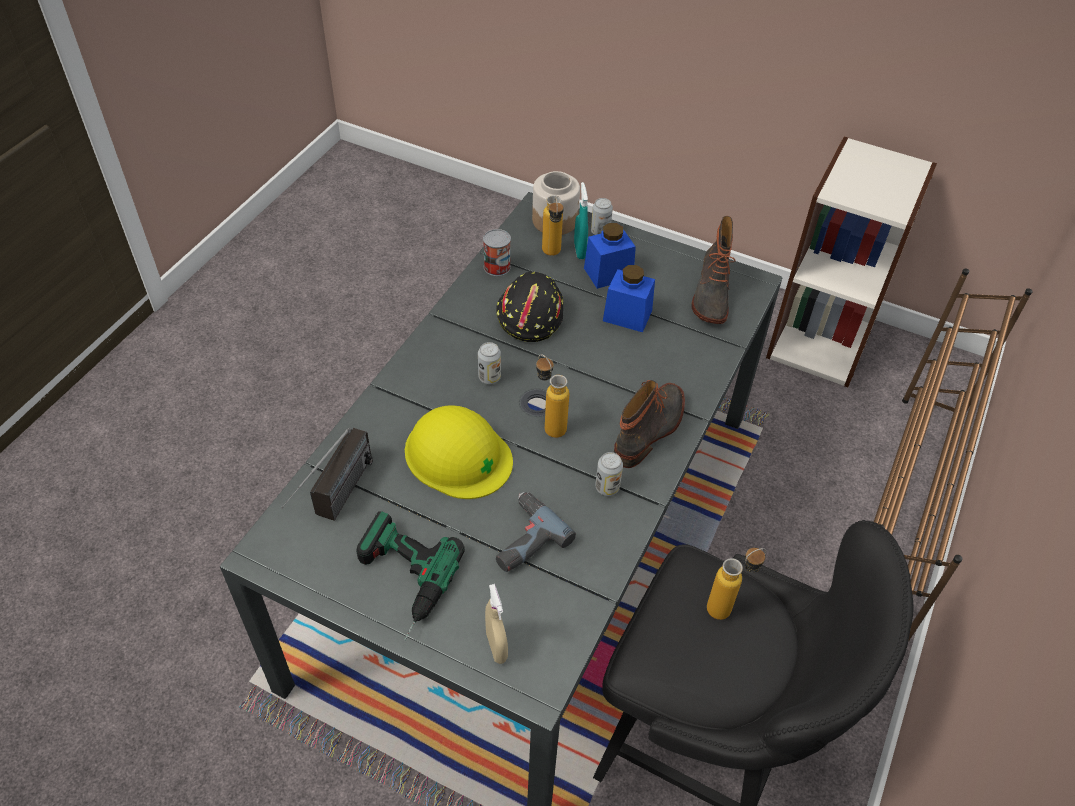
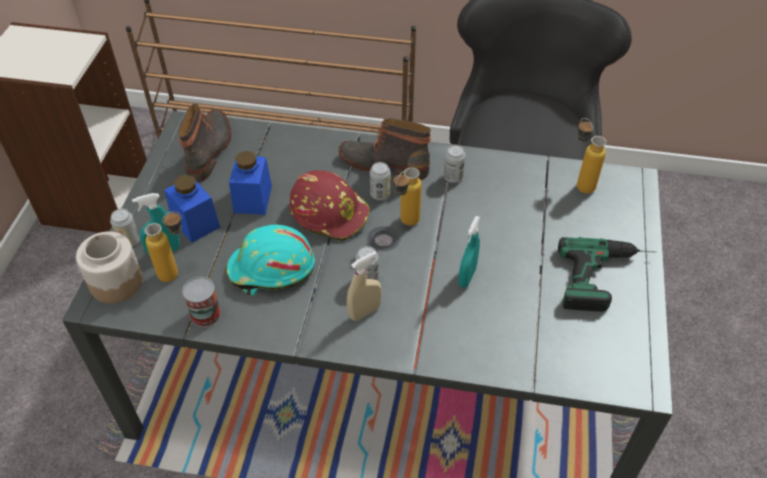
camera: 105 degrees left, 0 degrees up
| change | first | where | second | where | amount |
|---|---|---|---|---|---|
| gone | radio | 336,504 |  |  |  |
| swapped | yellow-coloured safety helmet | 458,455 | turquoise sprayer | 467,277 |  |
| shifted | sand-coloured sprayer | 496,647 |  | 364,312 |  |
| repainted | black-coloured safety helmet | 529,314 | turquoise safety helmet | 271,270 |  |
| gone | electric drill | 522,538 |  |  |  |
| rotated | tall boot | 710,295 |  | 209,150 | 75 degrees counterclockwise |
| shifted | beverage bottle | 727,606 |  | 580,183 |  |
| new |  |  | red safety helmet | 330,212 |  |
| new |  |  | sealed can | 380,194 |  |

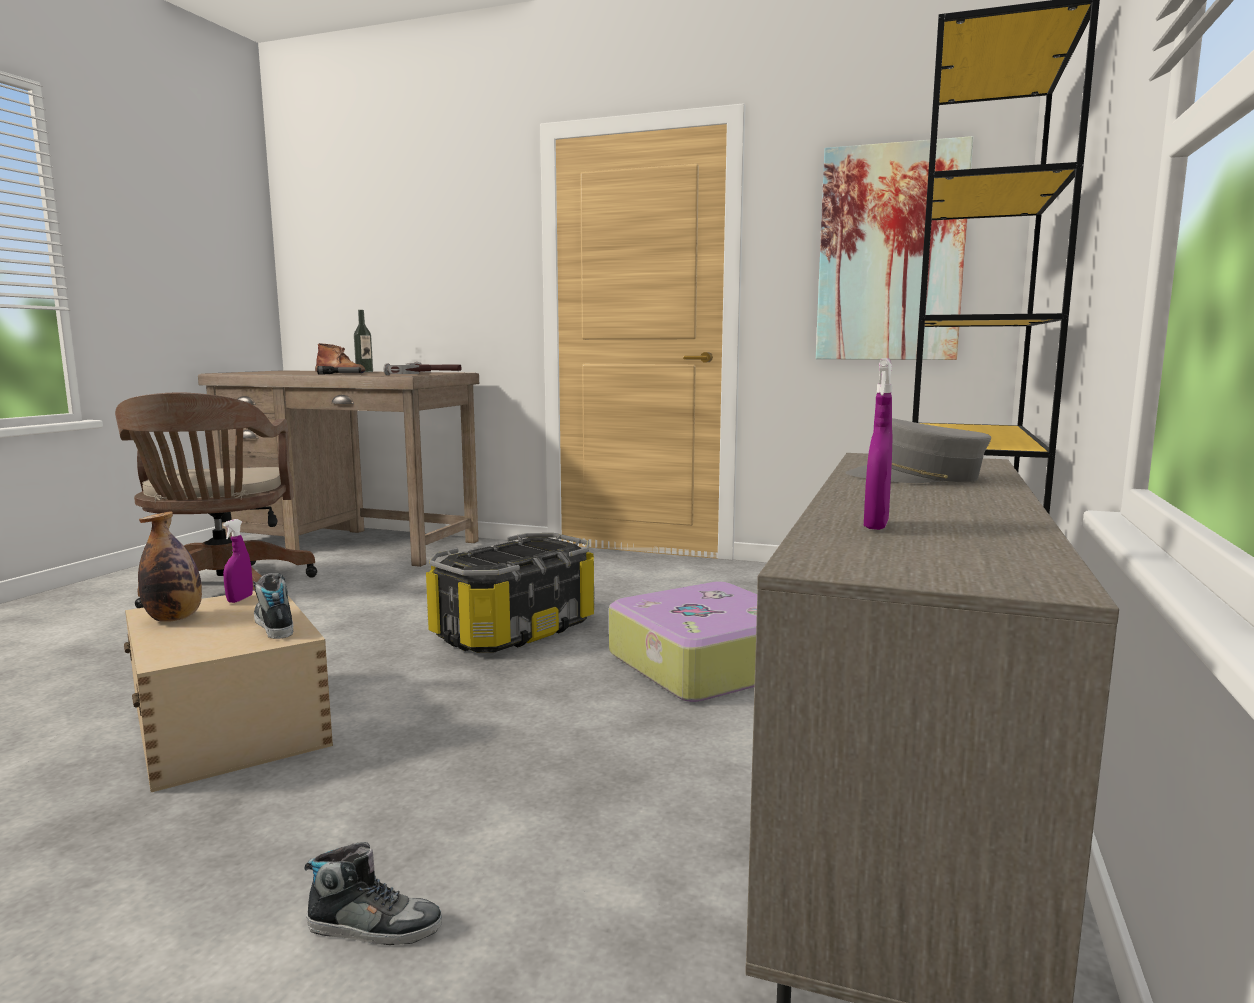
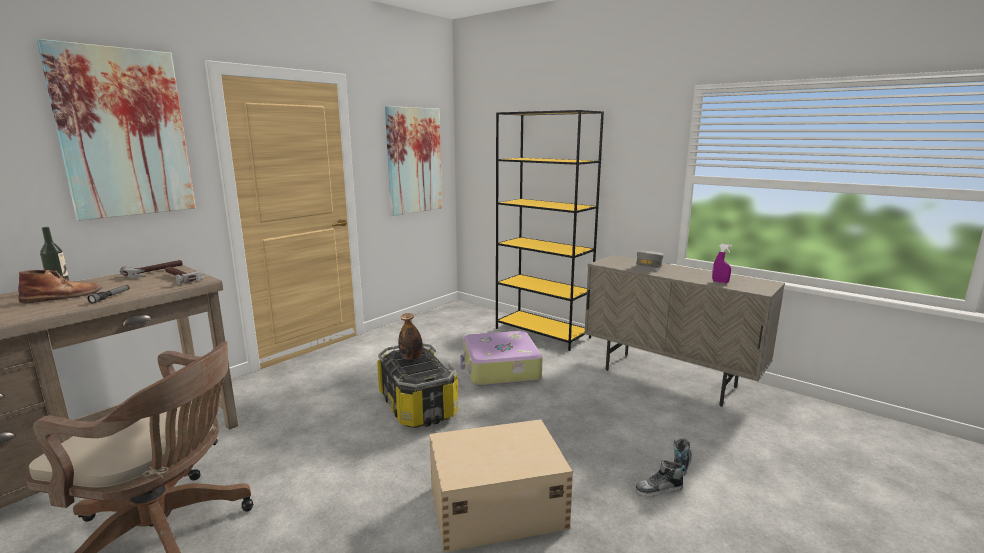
camera: 70 degrees left, 5 degrees up
| change | first | where | second | where | amount |
|---|---|---|---|---|---|
| shifted | beverage bottle | 174,618 |  | 411,357 |  |
| gone | purplish sprayer | 240,599 |  |  |  |
| shifted | item of footwear | 274,625 |  | 659,489 |  |
| new |  |  | wall art | 124,133 |  |

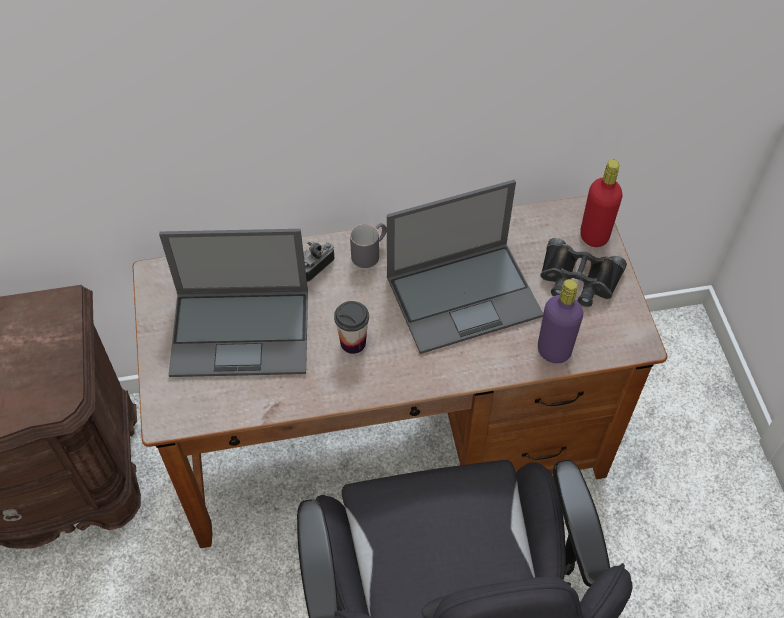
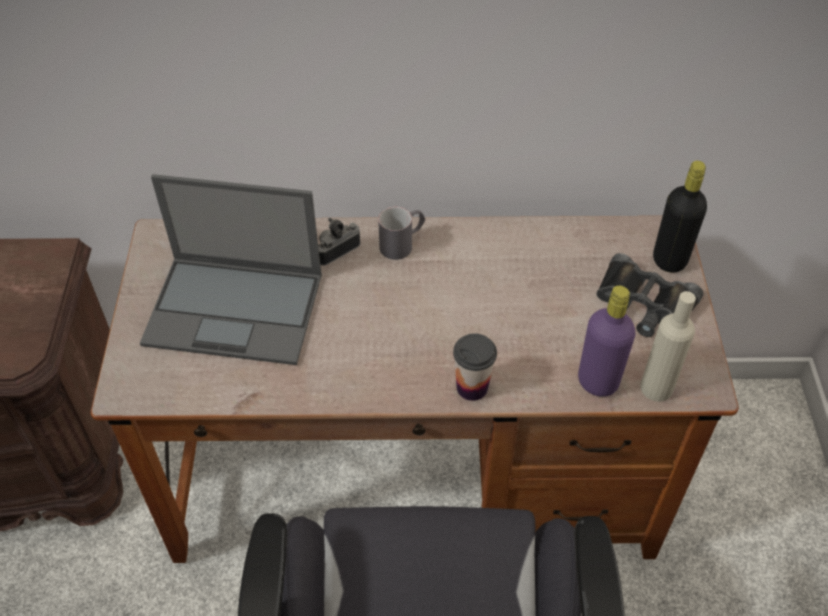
camera: 10 degrees right, 5 degrees down
| change | first | where | second | where | amount |
|---|---|---|---|---|---|
| shifted | small cup | 353,343 |  | 472,387 |  |
| gone | notebook computer | 465,295 |  |  |  |
| repainted | red beverage bottle | 594,236 | black-coloured beverage bottle | 669,260 |  |
| new |  |  | sand-coloured beverage bottle | 656,388 |  |

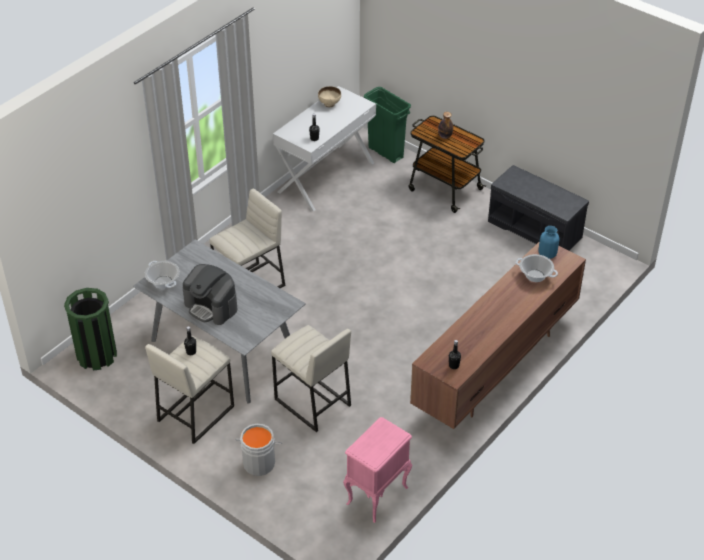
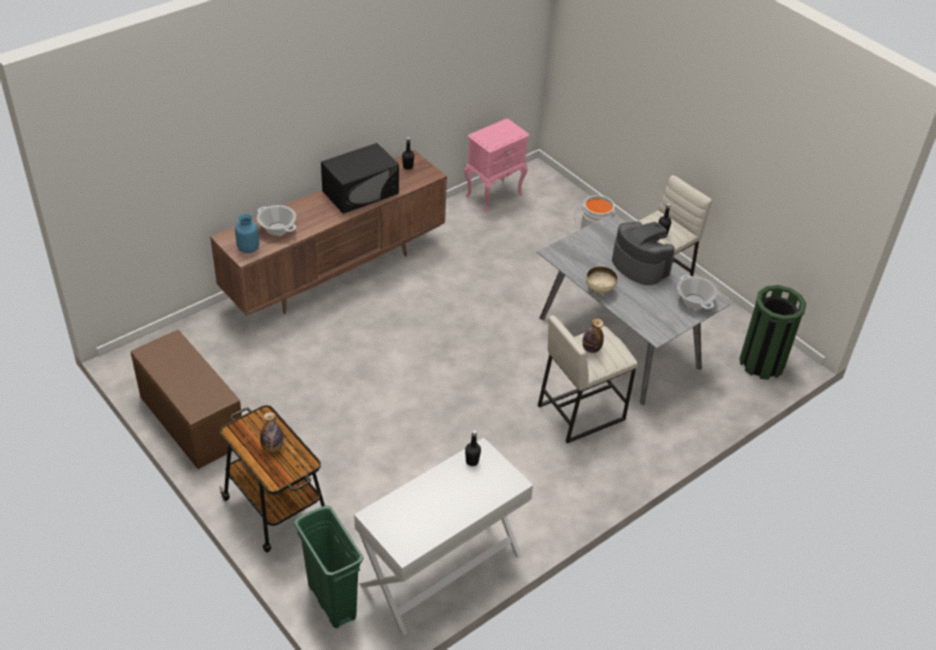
camera: 170 degrees left, 0 degrees up
| change | first | where | second | where | amount |
|---|---|---|---|---|---|
| gone | sand-coloured stool seat | 312,402 |  |  |  |
| shifted | sand-coloured deep dish | 329,104 |  | 599,290 |  |
| repainted | greyish indoor bench | 536,229 | brown-coloured indoor bench | 190,420 |  |
| new |  |  | black-coloured kitchen microwave | 360,192 |  |
| new |  |  | beverage bottle | 591,349 |  |

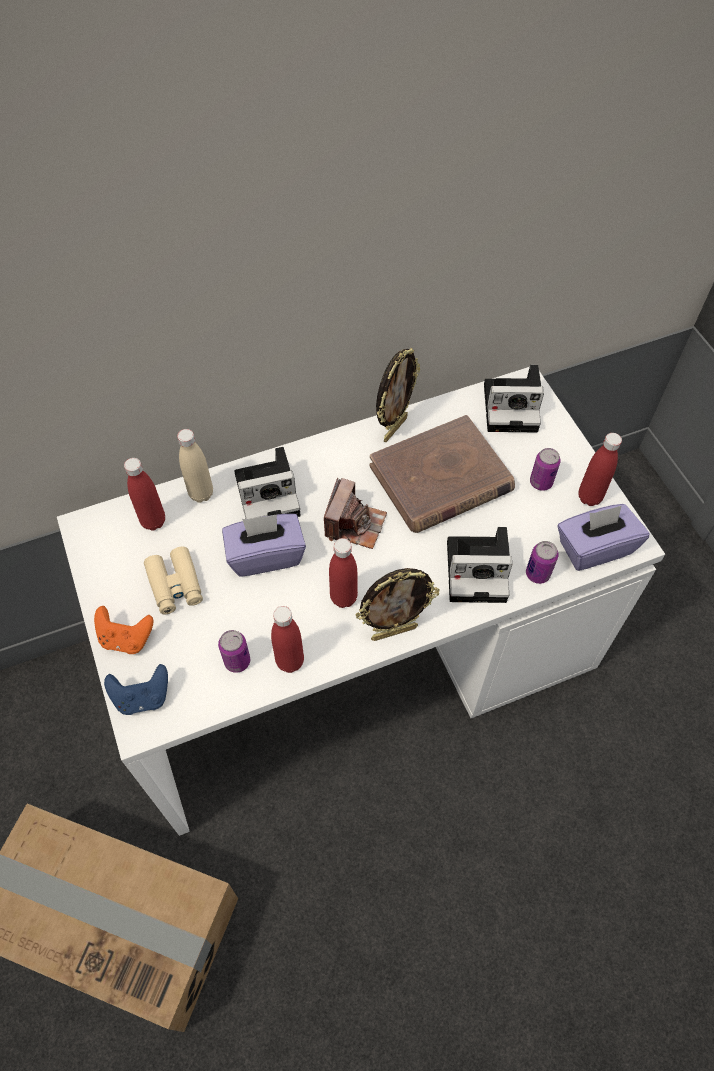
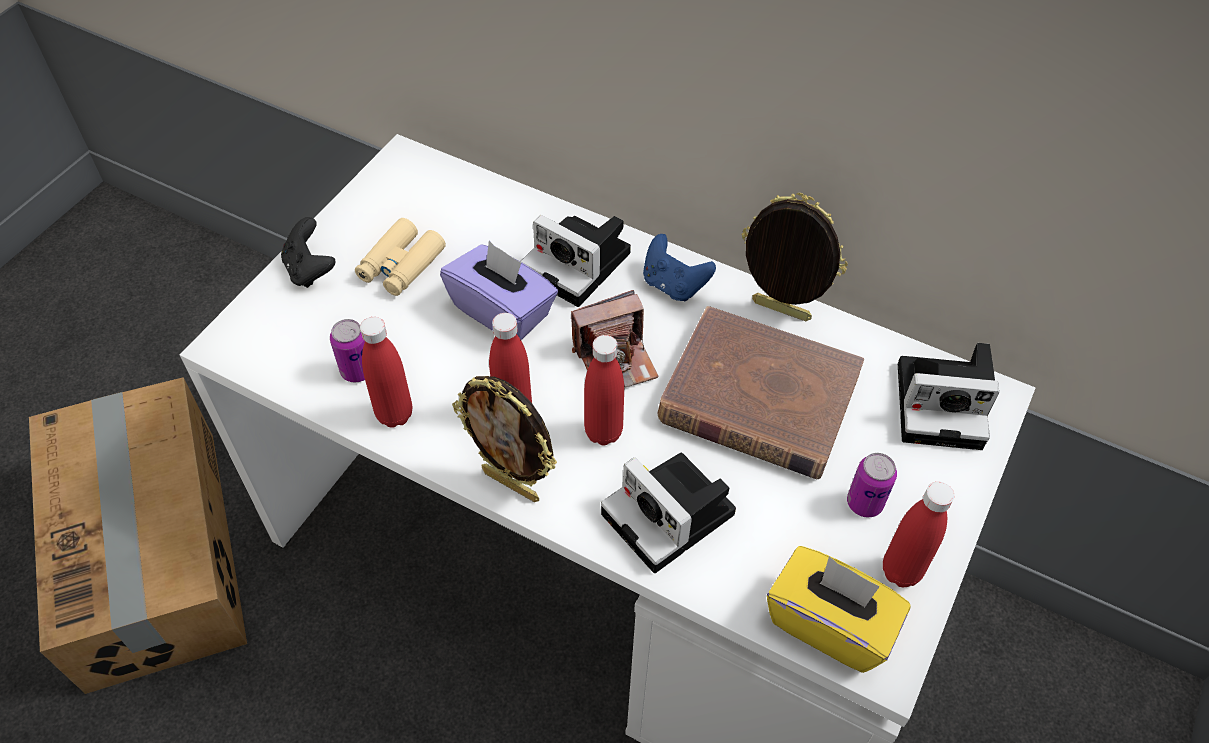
camera: 50 degrees right, 5 degrees down
| change | first | where | second | where | amount |
|---|---|---|---|---|---|
| repainted | orangey game controller | 126,638 | black-coloured game controller | 310,270 |  |
| shifted | blue game controller | 142,697 |  | 673,285 |  |
| shifted | red beverage bottle | 153,521 |  | 603,432 |  |
| gone | sand-coloured beverage bottle | 201,494 |  |  |  |
| rotated | photo frame | 394,428 |  | 779,312 | 150 degrees counterclockwise |
| rotated | still camera | 513,407 |  | 943,404 | 45 degrees counterclockwise |
| gone | sealed can | 537,574 |  |  |  |
| repainted | purplish tissue holder | 594,547 | yellow-coloured tissue holder | 830,624 |  |

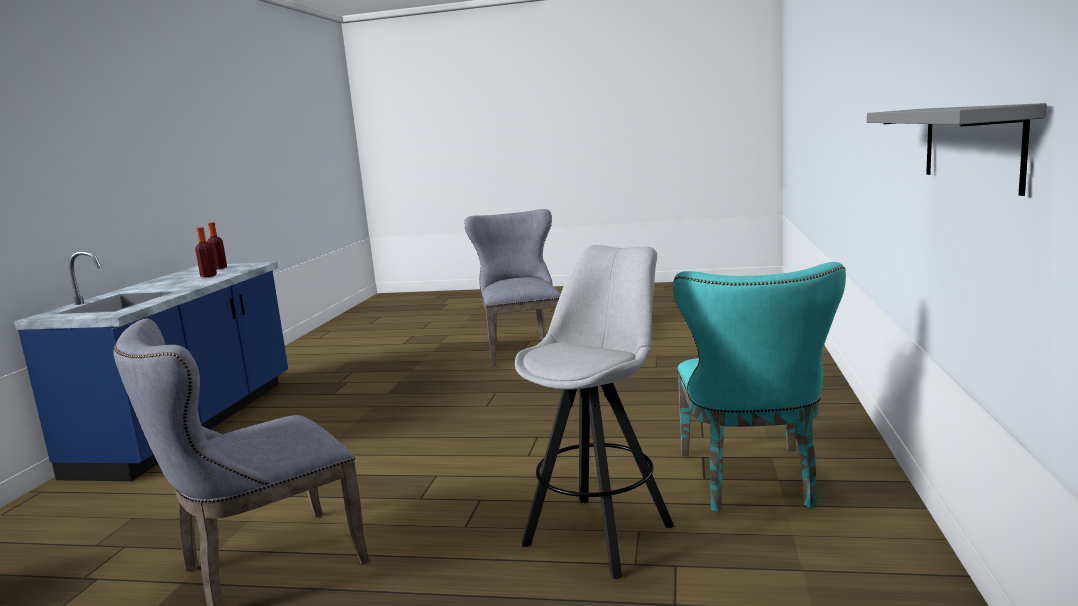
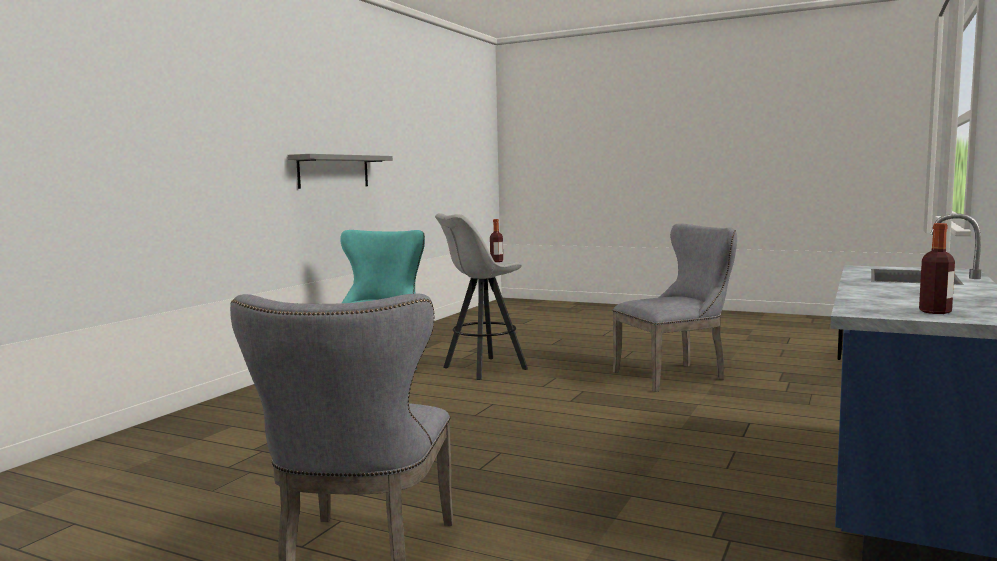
camera: 165 degrees left, 5 degrees down
| change | first | where | second | where | amount |
|---|---|---|---|---|---|
| shifted | beverage bottle | 208,276 |  | 496,261 |  |

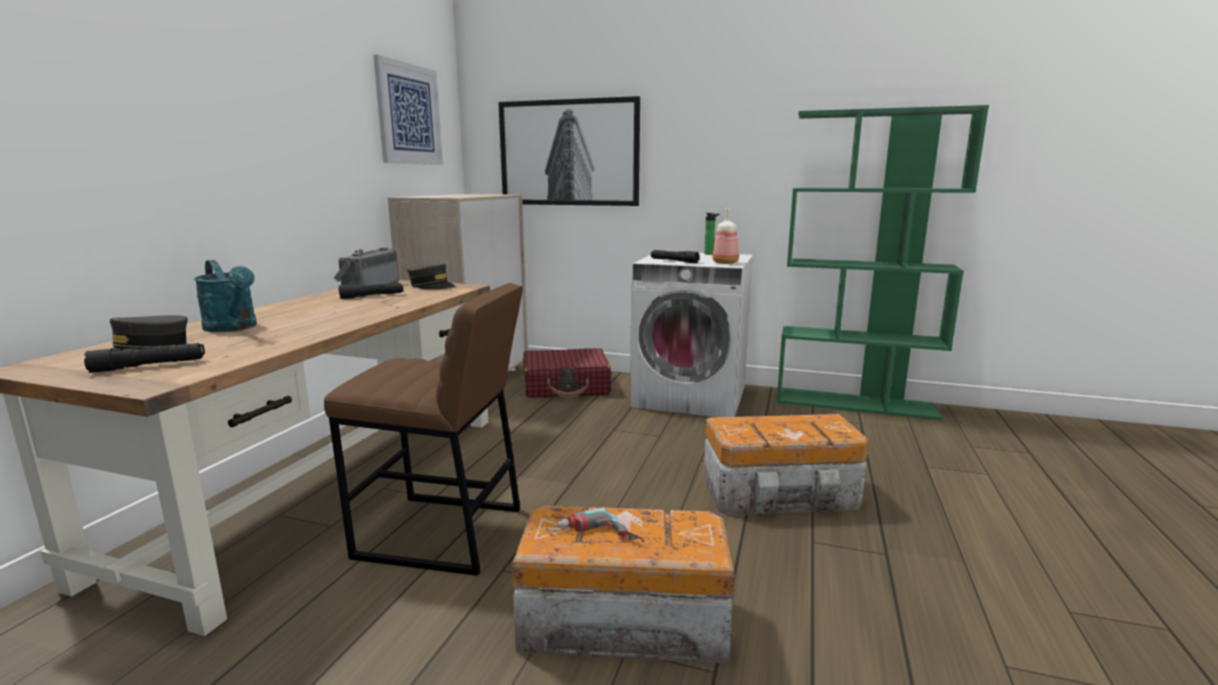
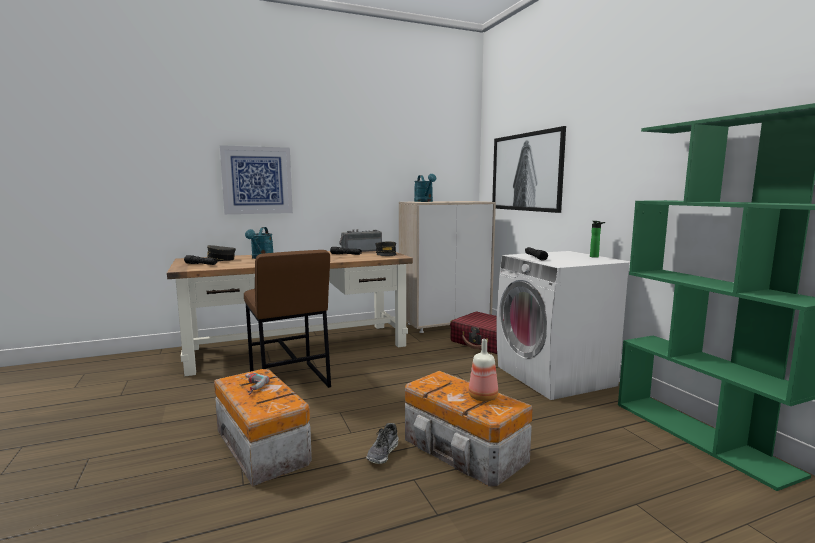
camera: 50 degrees right, 5 degrees down
| change | first | where | second | where | amount |
|---|---|---|---|---|---|
| shifted | wall art | 409,114 |  | 257,180 |  |
| shifted | beverage bottle | 725,262 |  | 483,397 |  |
| new |  |  | item of footwear | 383,452 |  |
| new |  |  | turquoise sprinkling can | 425,201 |  |

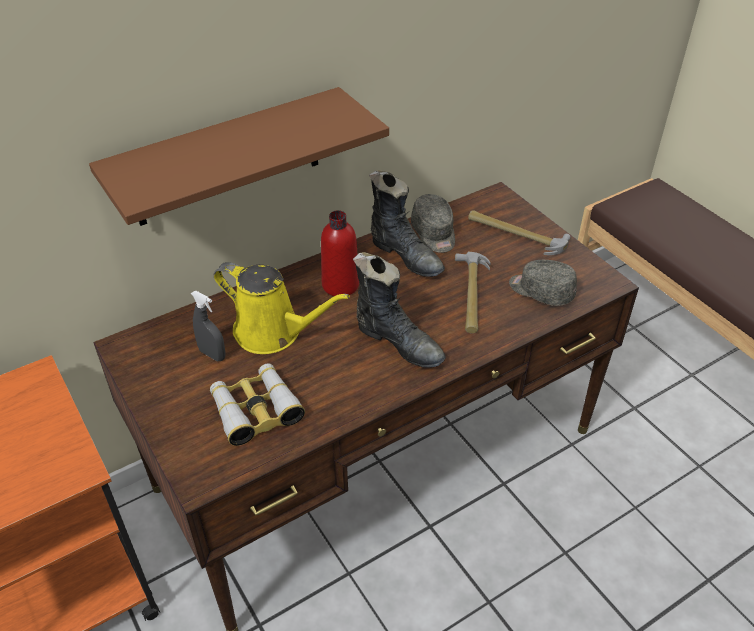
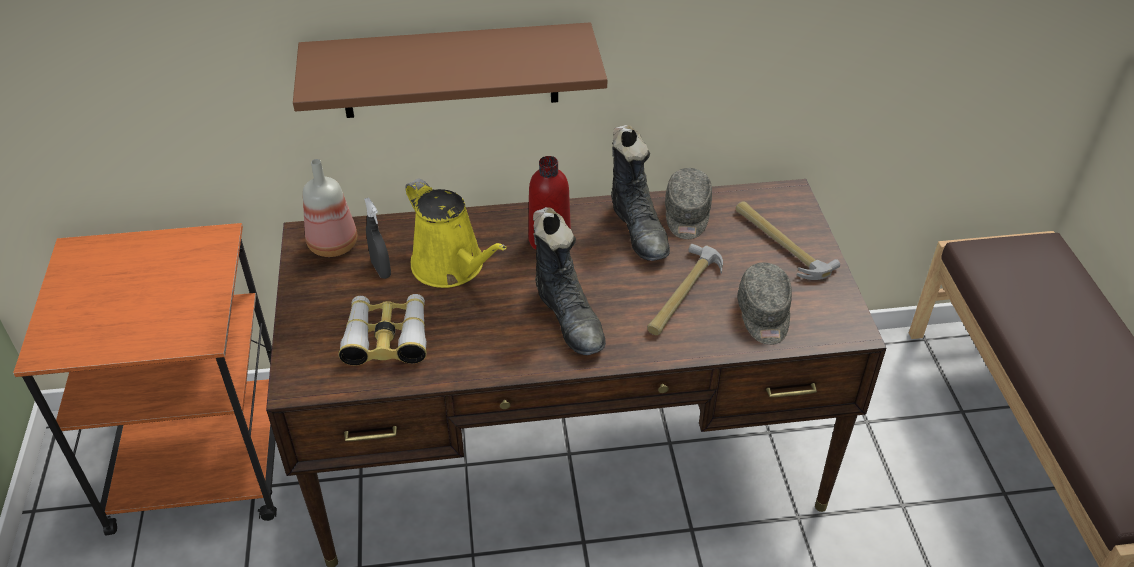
camera: 25 degrees right, 0 degrees up
| change | first | where | second | where | amount |
|---|---|---|---|---|---|
| rotated | greyish cap | 541,291 |  | 764,315 | 150 degrees counterclockwise |
| new |  |  | beverage bottle | 335,244 |  |

